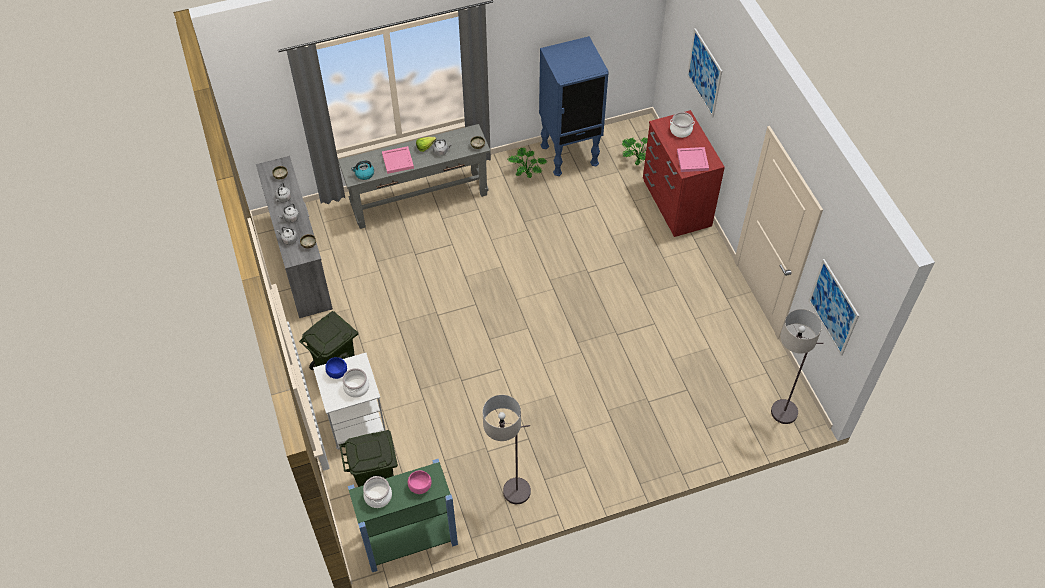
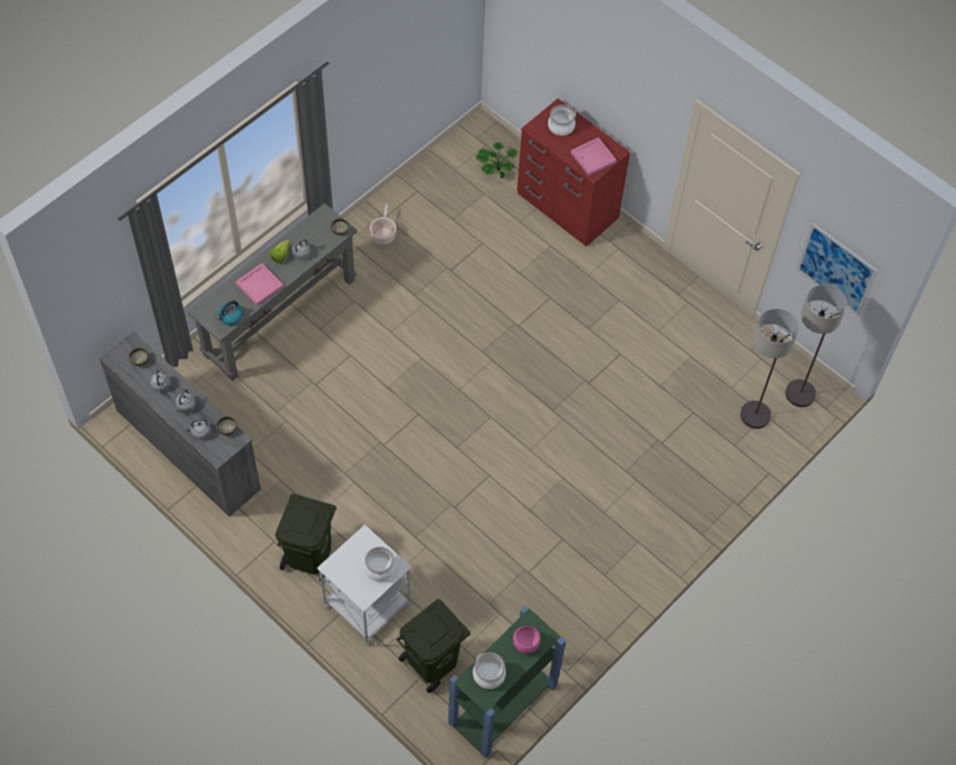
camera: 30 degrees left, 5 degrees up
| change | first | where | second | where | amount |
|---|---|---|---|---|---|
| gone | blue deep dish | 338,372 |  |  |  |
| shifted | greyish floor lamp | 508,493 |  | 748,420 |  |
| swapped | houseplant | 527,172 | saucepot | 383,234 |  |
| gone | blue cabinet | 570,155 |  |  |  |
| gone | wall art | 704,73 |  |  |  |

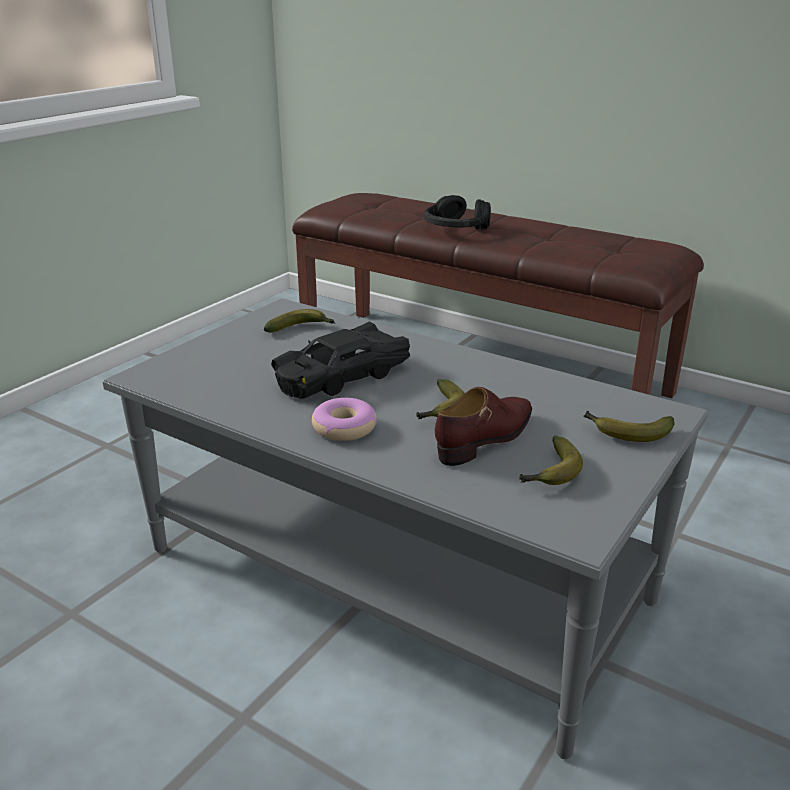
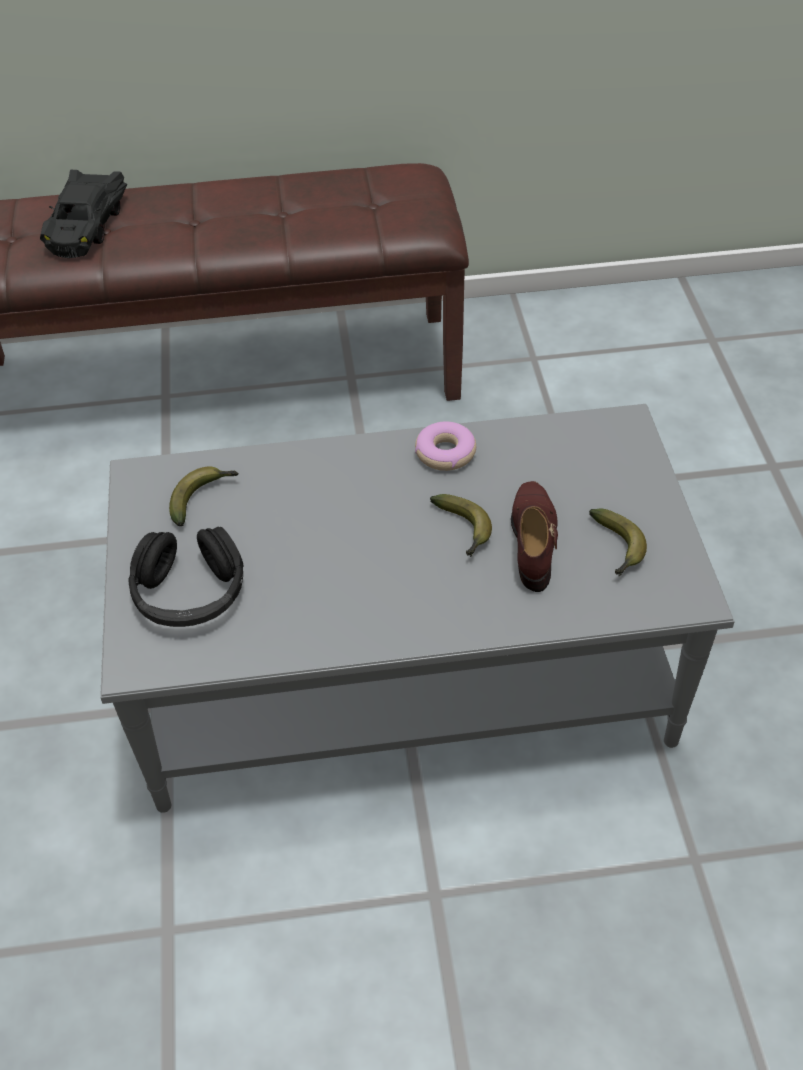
camera: 40 degrees left, 20 degrees up
| change | first | where | second | where | amount |
|---|---|---|---|---|---|
| shifted | black-coloured model car | 340,376 |  | 85,226 |  |
| shifted | doughnut | 344,428 |  | 445,453 |  |
| shifted | black-coloured headphones | 456,228 |  | 189,594 |  |
| gone | banana fruit | 626,433 |  |  |  |

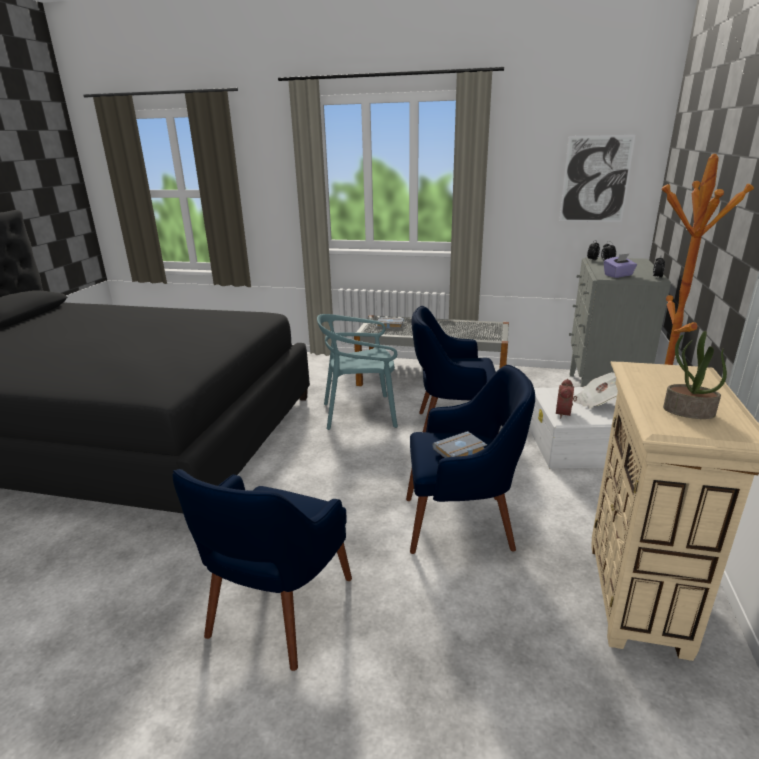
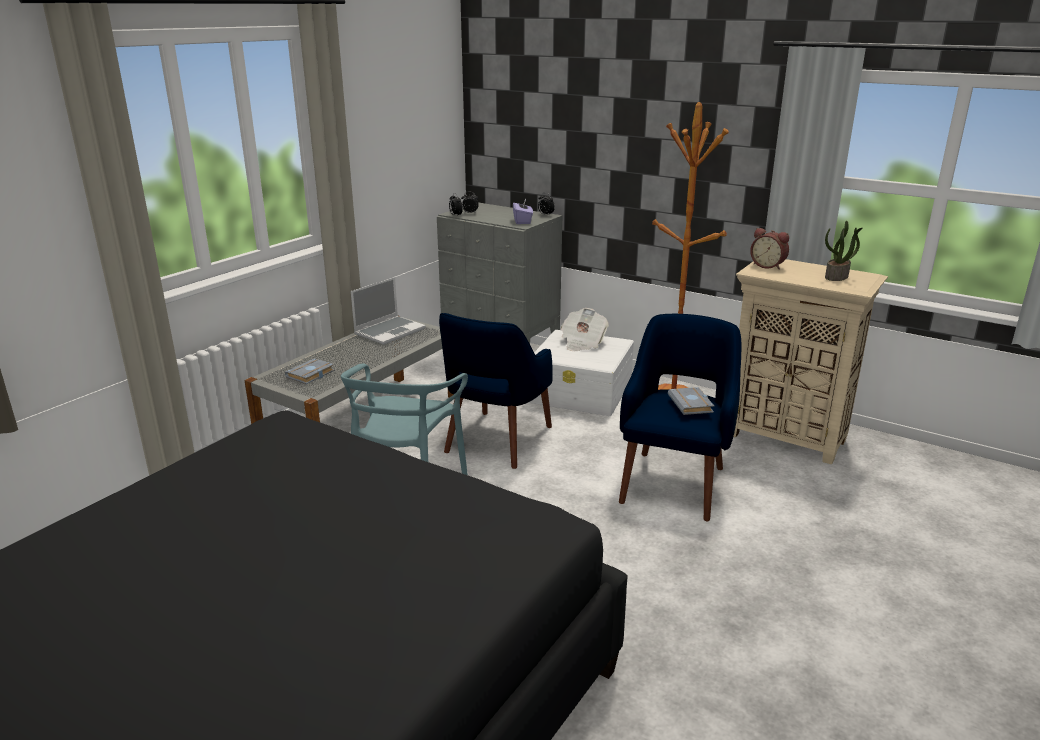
camera: 70 degrees left, 0 degrees up
| change | first | where | second | where | amount |
|---|---|---|---|---|---|
| gone | blue armchair | 279,609 |  |  |  |
| shifted | table clock | 565,413 |  | 768,266 |  |
| gone | wall art | 595,179 |  |  |  |
| new |  |  | notebook computer | 390,331 |  |

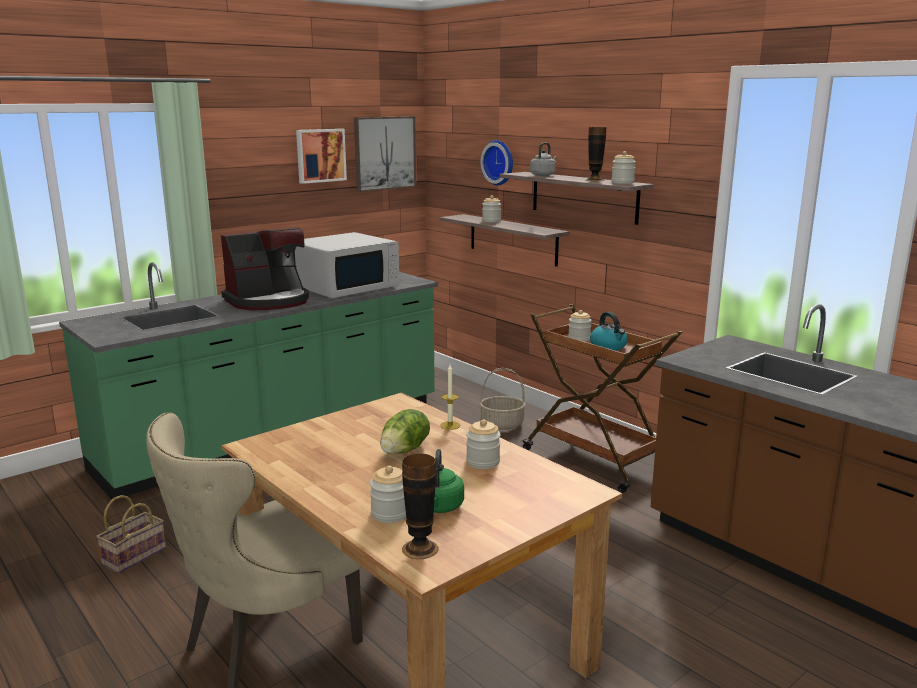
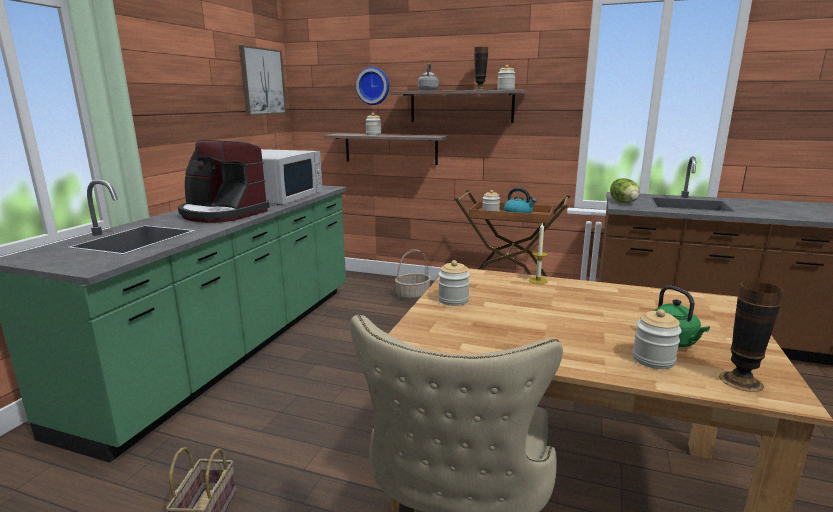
camera: 30 degrees left, 0 degrees up
| change | first | where | second | where | amount |
|---|---|---|---|---|---|
| rotated | coffee brewer | 268,301 |  | 222,214 | 90 degrees clockwise |
| gone | wall art | 320,155 |  |  |  |
| shifted | lettuce | 405,450 |  | 624,202 |  |
| shifted | storage jar | 483,462 |  | 453,300 |  |

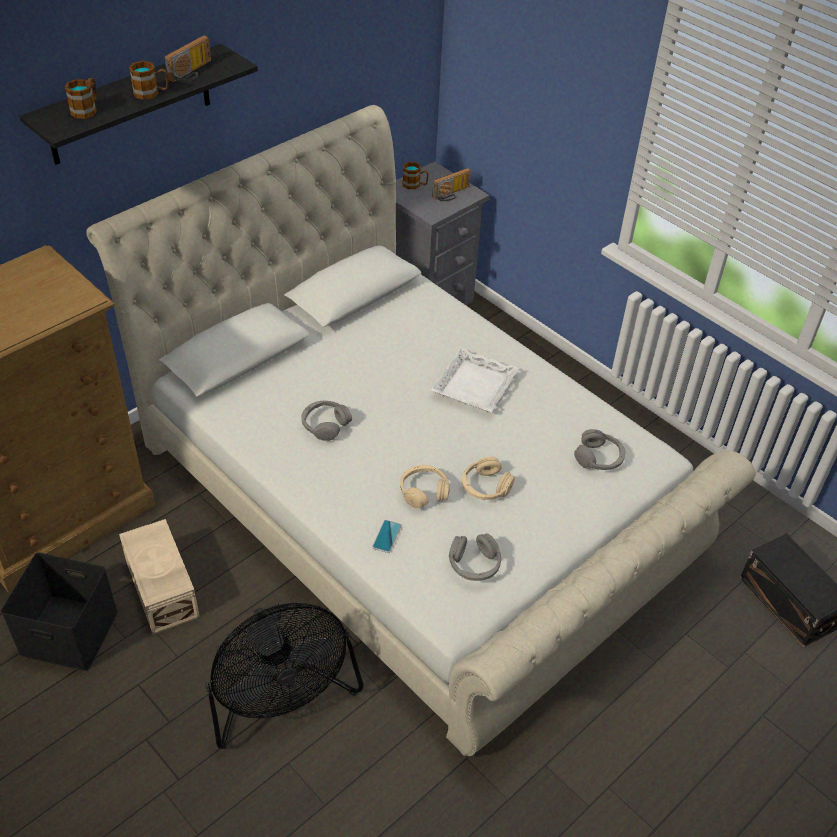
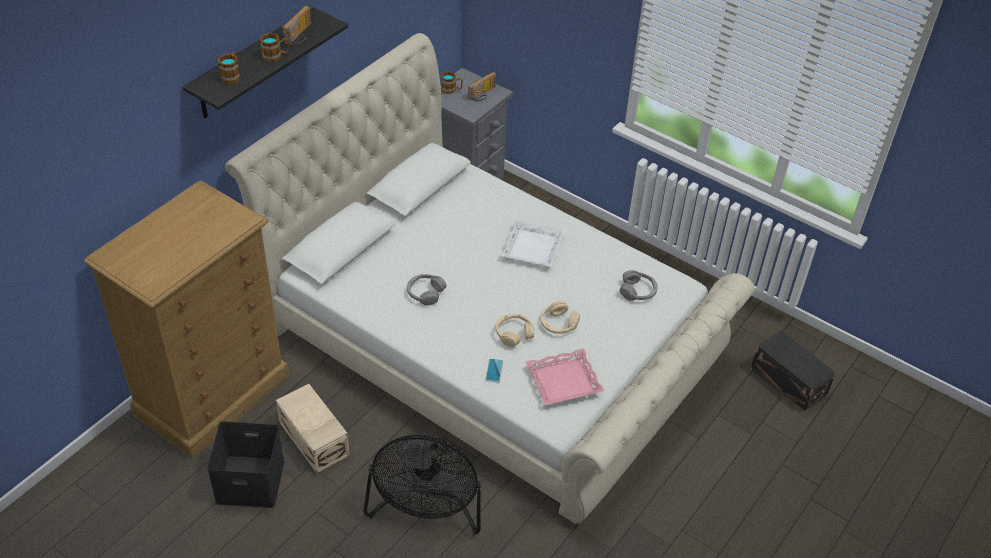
camera: 10 degrees left, 0 degrees up
| change | first | where | second | where | amount |
|---|---|---|---|---|---|
| rotated | black-coloured electric fan | 274,698 |  | 423,505 | 45 degrees clockwise |
| swapped | greyish headphones | 474,564 | pink-coloured carrying tray | 564,382 |  |

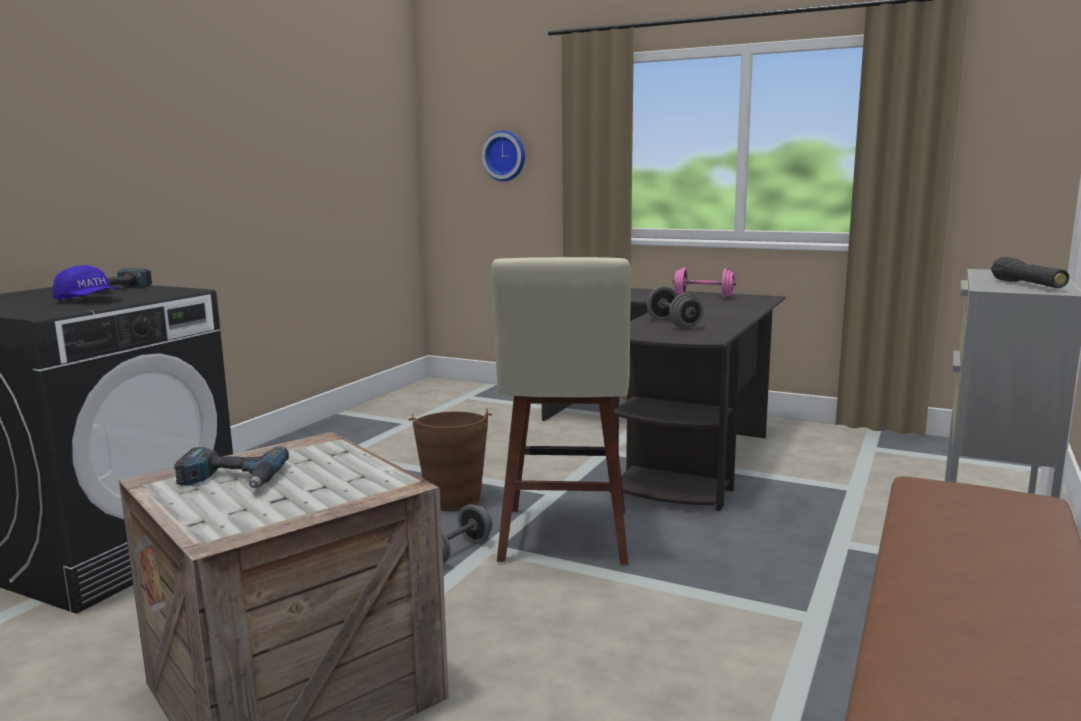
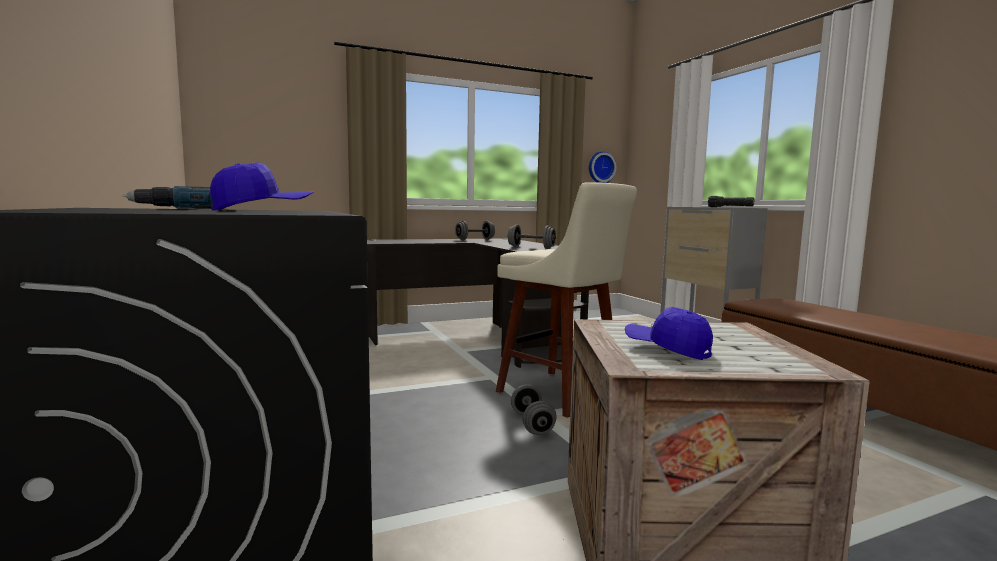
camera: 50 degrees left, 5 degrees down
| change | first | where | second | where | amount |
|---|---|---|---|---|---|
| swapped | electric drill | 231,480 | blue cap | 667,349 |  |
| gone | brown-coloured pail | 453,501 |  |  |  |
| shifted | wall clock | 505,156 |  | 600,167 |  |
| repainted | pink-coloured free weight | 703,296 | greyish free weight | 475,239 |  |

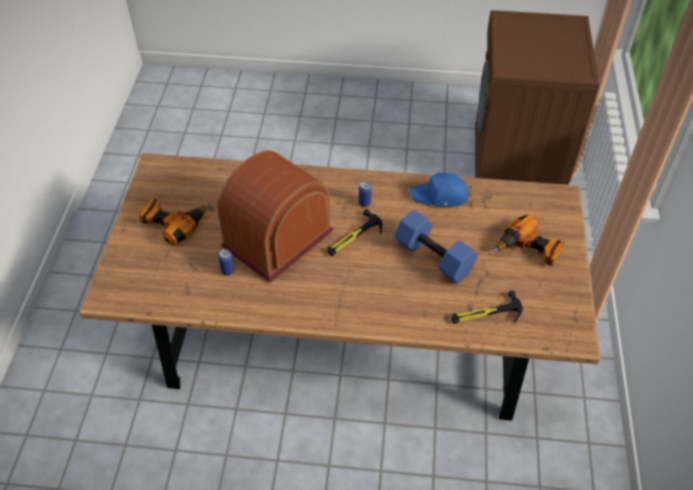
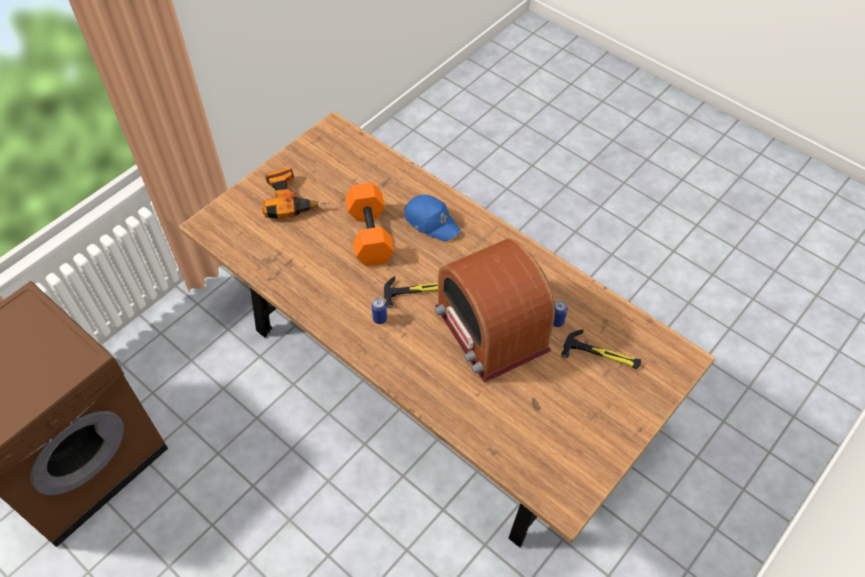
camera: 145 degrees left, 5 degrees up
| change | first | where | second | where | amount |
|---|---|---|---|---|---|
| gone | electric drill | 174,221 |  |  |  |
| rotated | radio | 276,238 |  | 490,330 | 75 degrees clockwise |
| repainted | blue free weight | 435,257 | orangey free weight | 369,234 |  |
| shifted | blue cap | 440,196 |  | 431,221 |  |
| shifted | tool hammer | 486,314 |  | 601,354 |  |

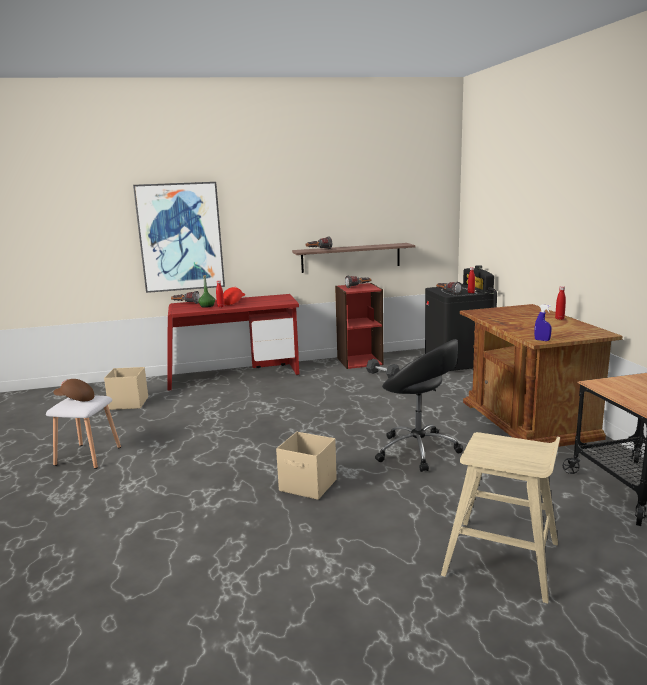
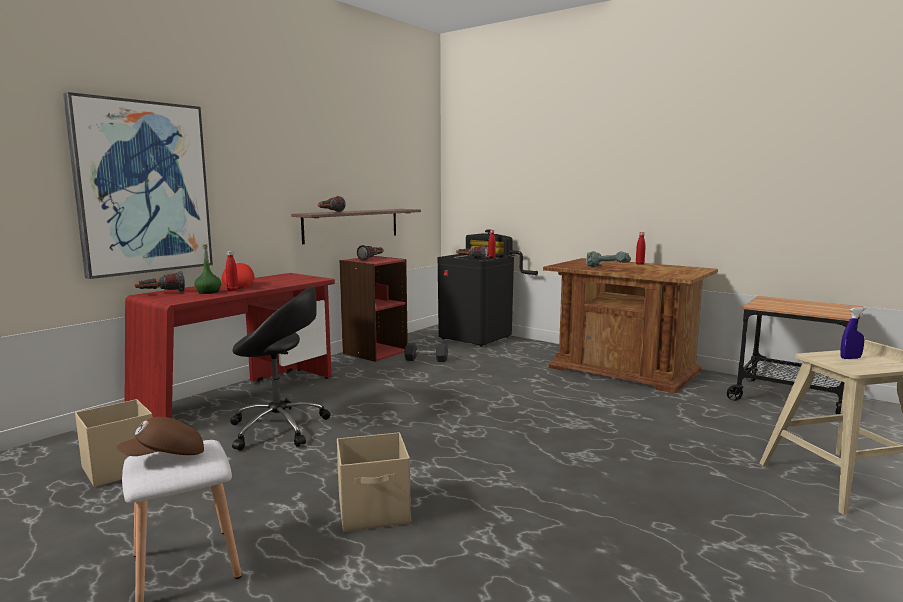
camera: 40 degrees left, 5 degrees down
| change | first | where | second | where | amount |
|---|---|---|---|---|---|
| shifted | sand-coloured storage container | 308,486 |  | 375,511 |  |
| shifted | black-coloured office chair | 419,451 |  | 280,428 |  |
| shifted | blue sprayer | 542,340 |  | 850,358 |  |
| new |  |  | electric drill | 608,268 |  |

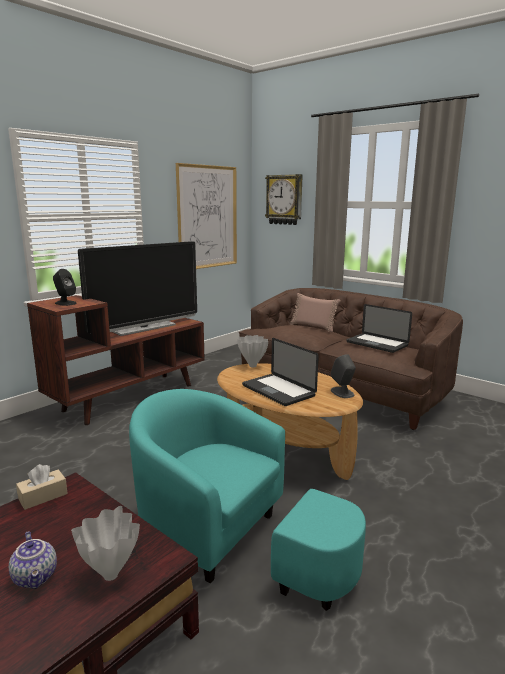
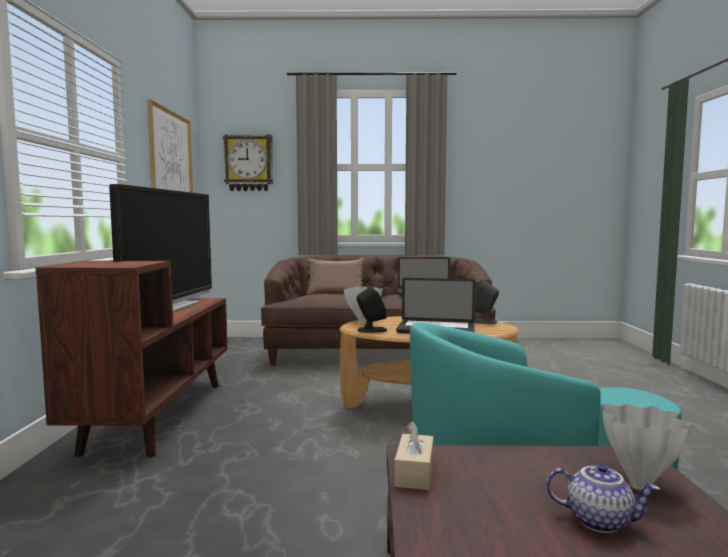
camera: 40 degrees left, 10 degrees down
| change | first | where | second | where | amount |
|---|---|---|---|---|---|
| shifted | black-coloured audio speaker | 65,303 |  | 371,330 |  |

